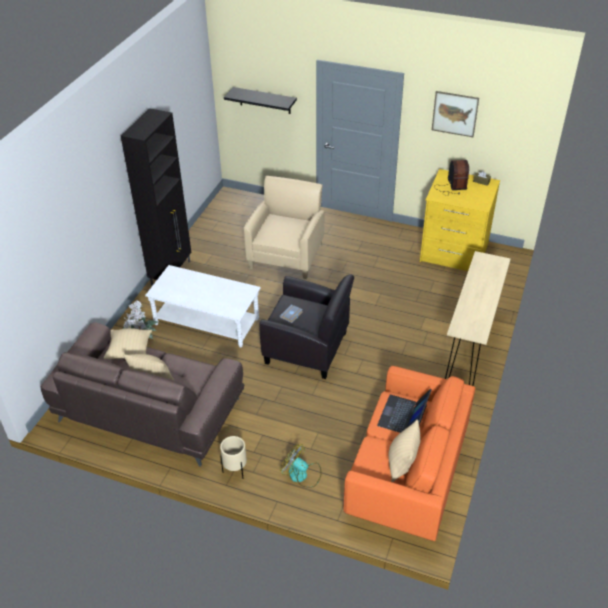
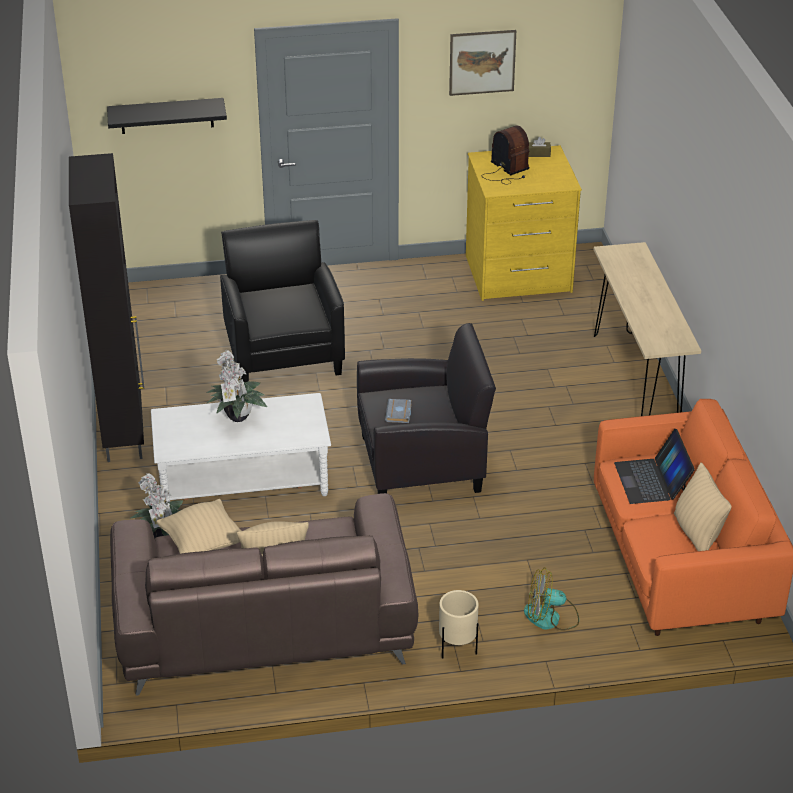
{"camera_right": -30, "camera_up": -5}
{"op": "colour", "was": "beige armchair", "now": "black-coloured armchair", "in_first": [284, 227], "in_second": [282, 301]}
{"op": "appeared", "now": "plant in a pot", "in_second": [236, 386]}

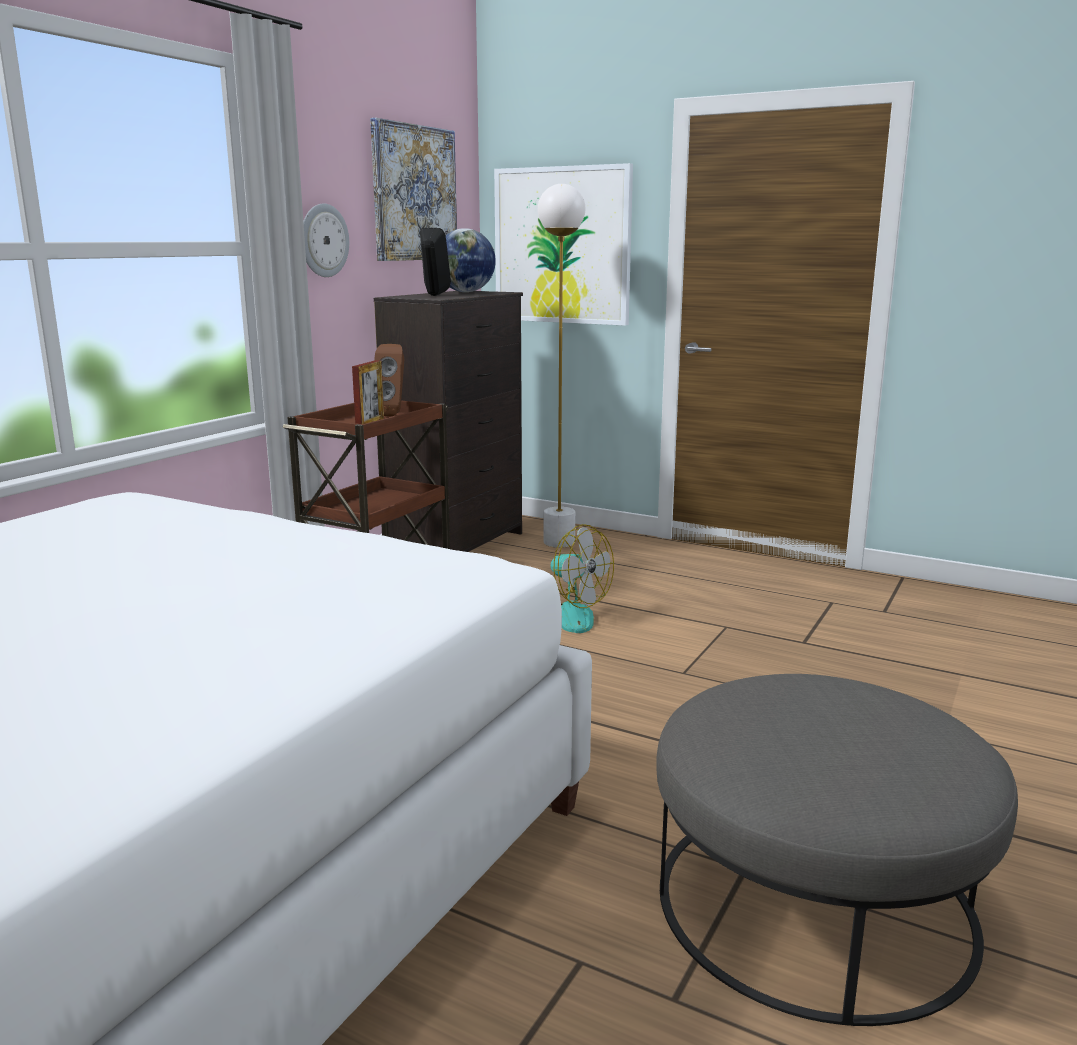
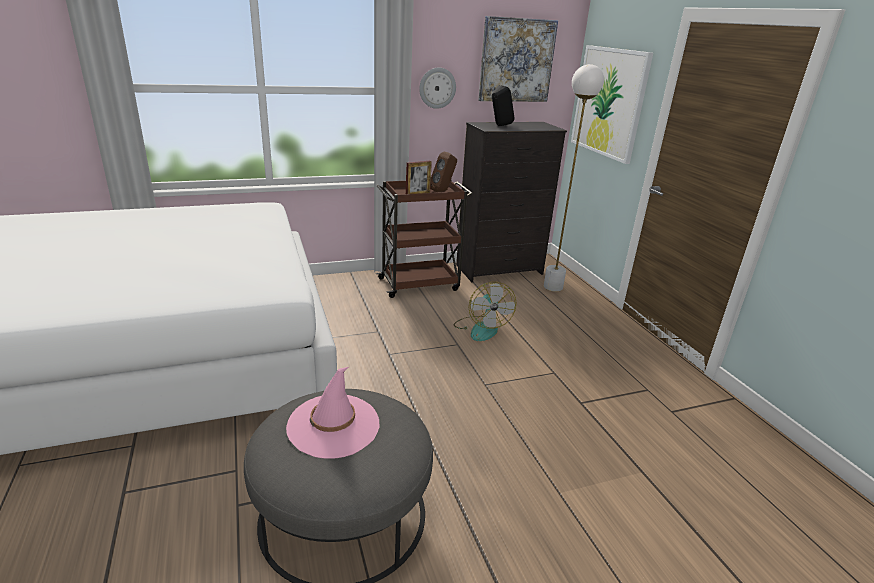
{"camera_right": 40, "camera_up": 10}
{"op": "missing", "was": "globe", "in_first": [471, 260]}
{"op": "appeared", "now": "pink-coloured clothing hat", "in_second": [333, 413]}

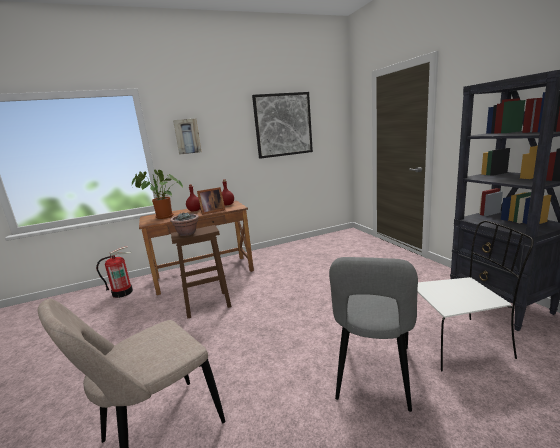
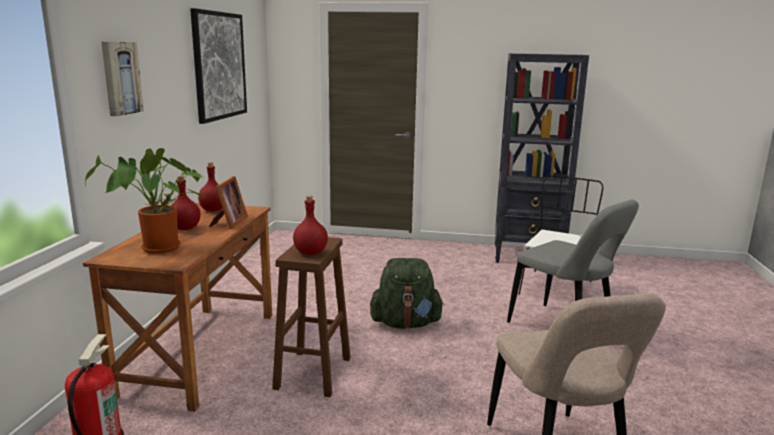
{"camera_right": -60, "camera_up": 0}
{"op": "exchanged", "was": "plant in a pot", "now": "red beverage bottle", "in_first": [184, 224], "in_second": [310, 225]}
{"op": "appeared", "now": "greenish knapsack", "in_second": [407, 293]}

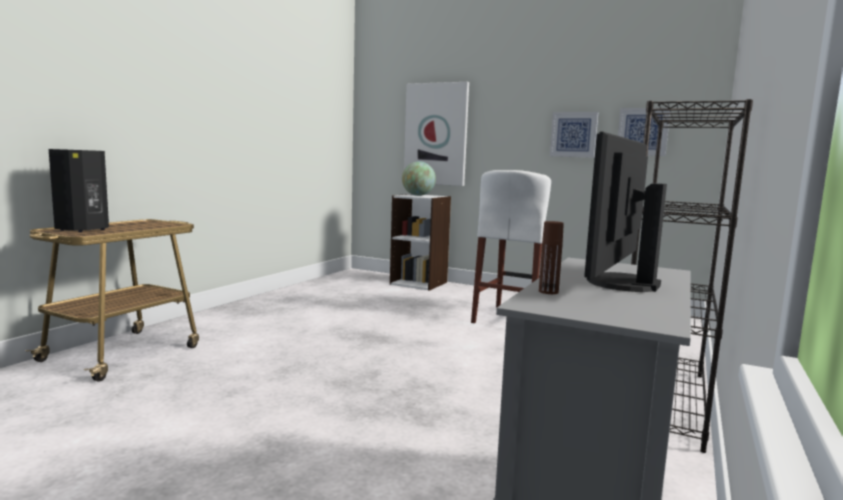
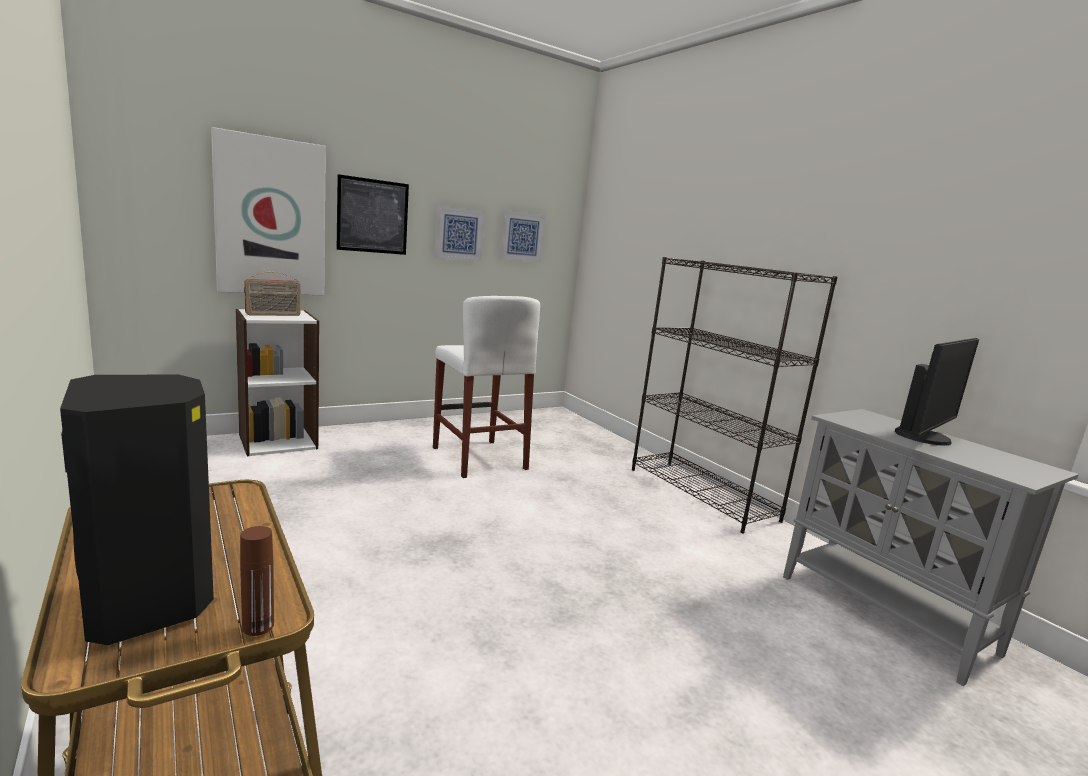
{"camera_right": -60, "camera_up": 5}
{"op": "exchanged", "was": "globe", "now": "radio", "in_first": [419, 178], "in_second": [272, 294]}
{"op": "relocated", "was": "brown-coloured beverage bottle", "in_first": [551, 257], "in_second": [257, 581]}
{"op": "spun", "was": "monitor", "in_first": [625, 212], "in_second": [937, 391], "clockwise": -105}
{"op": "appeared", "now": "wall art", "in_second": [373, 214]}

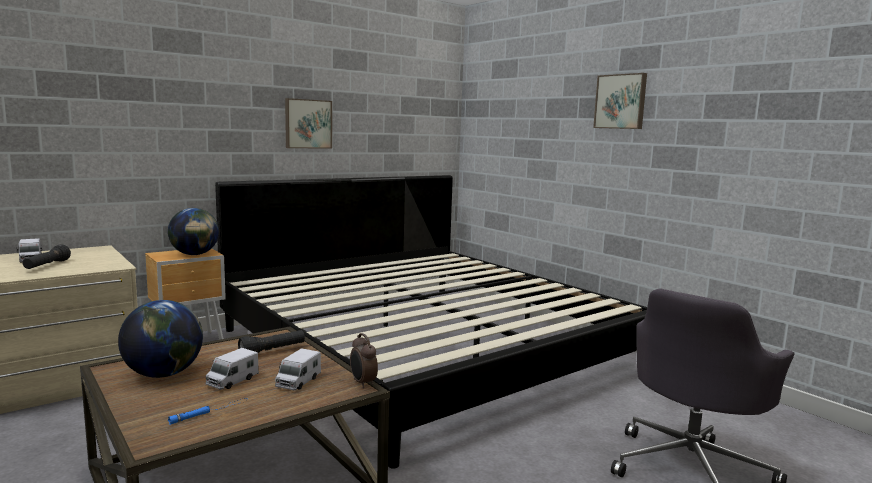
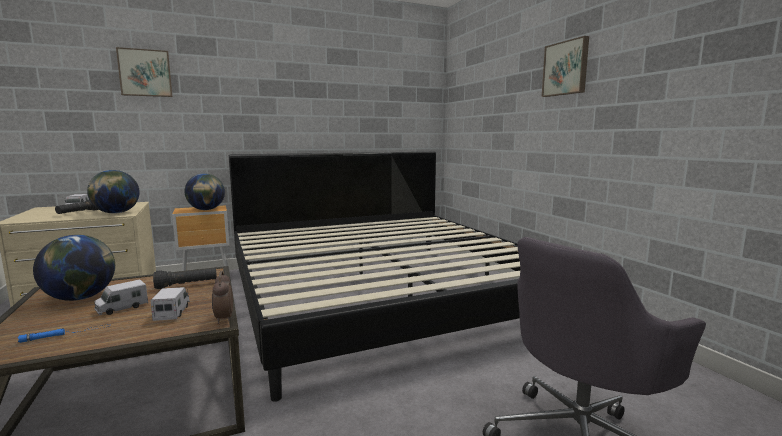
{"camera_right": 15, "camera_up": 0}
{"op": "spun", "was": "model truck", "in_first": [298, 369], "in_second": [170, 304], "clockwise": 135}
{"op": "relocated", "was": "wall art", "in_first": [308, 123], "in_second": [144, 72]}
{"op": "appeared", "now": "globe", "in_second": [113, 192]}

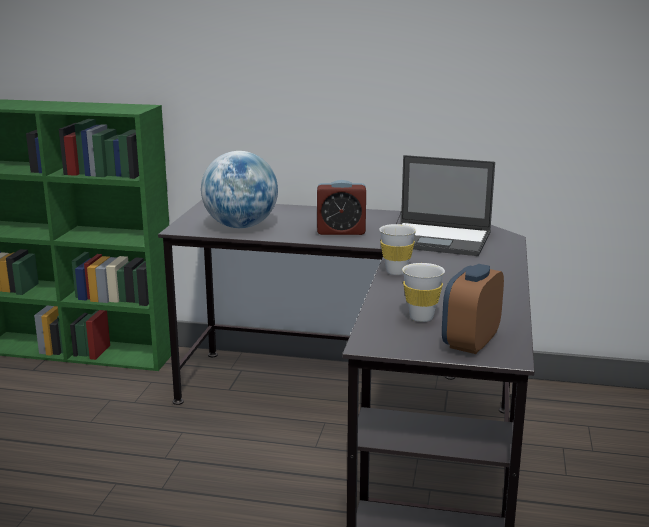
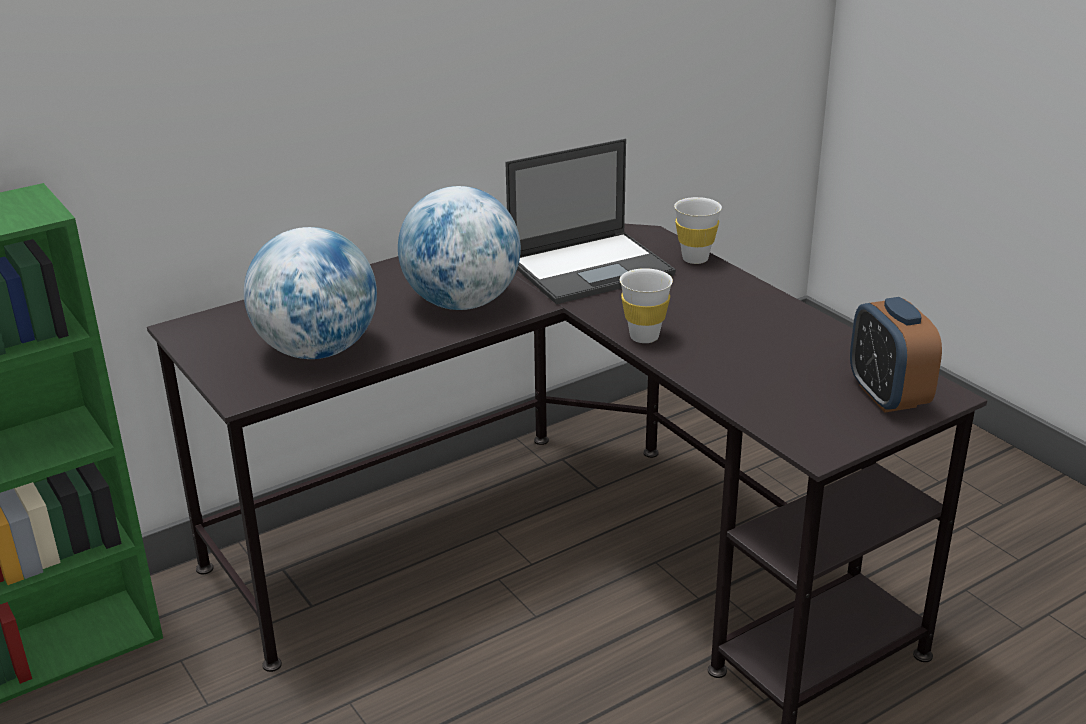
{"camera_right": -45, "camera_up": 10}
{"op": "exchanged", "was": "table clock", "now": "globe", "in_first": [341, 207], "in_second": [459, 248]}
{"op": "relocated", "was": "whitish cup", "in_first": [423, 292], "in_second": [698, 230]}

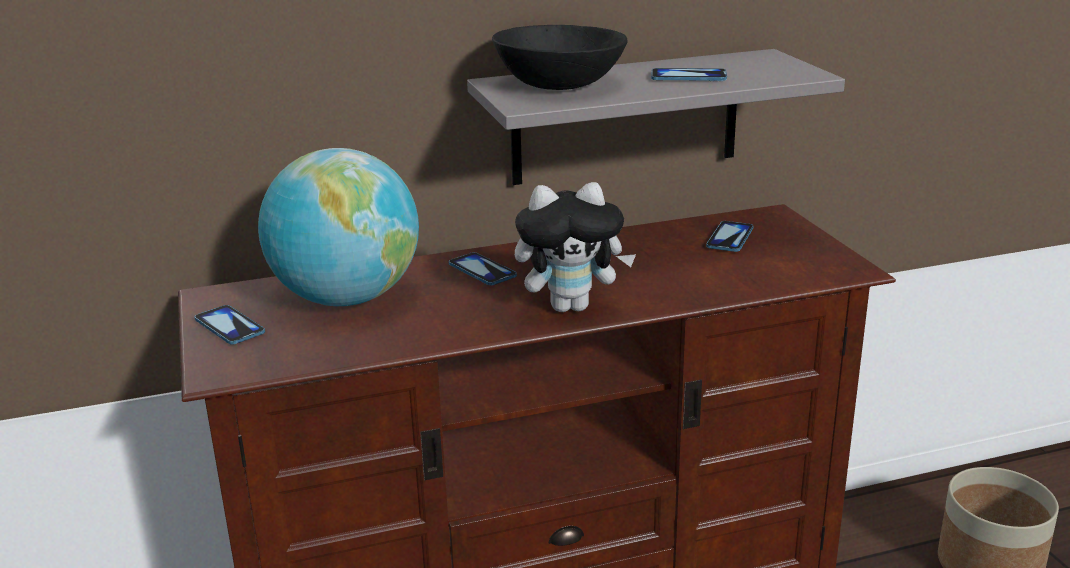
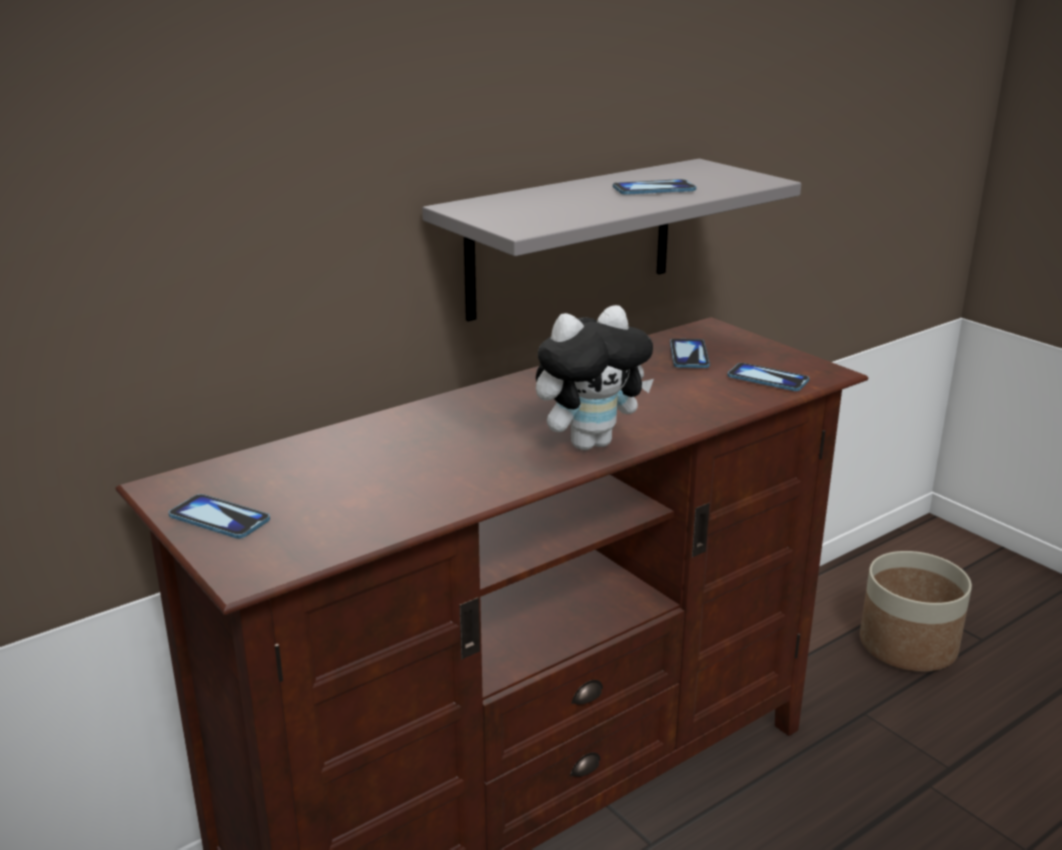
{"camera_right": -20, "camera_up": 0}
{"op": "missing", "was": "globe", "in_first": [338, 227]}
{"op": "relocated", "was": "telephone", "in_first": [483, 268], "in_second": [768, 377]}
{"op": "missing", "was": "black-coloured serving bowl", "in_first": [560, 57]}

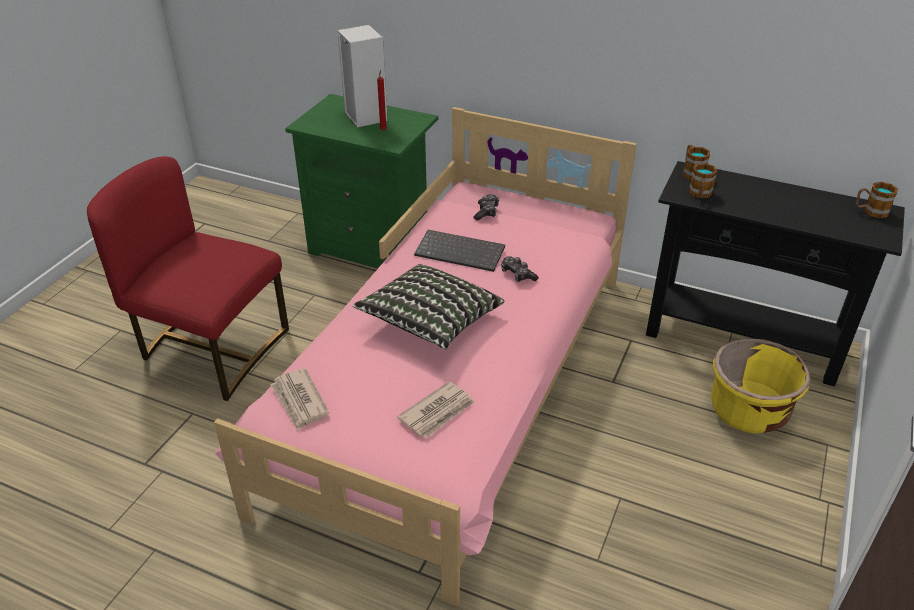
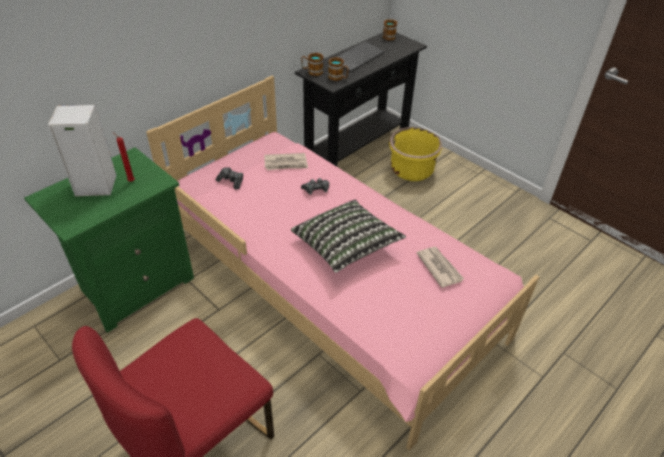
{"camera_right": -70, "camera_up": 5}
{"op": "relocated", "was": "printed paper", "in_first": [299, 399], "in_second": [286, 161]}
{"op": "relocated", "was": "keyboard", "in_first": [459, 251], "in_second": [360, 56]}

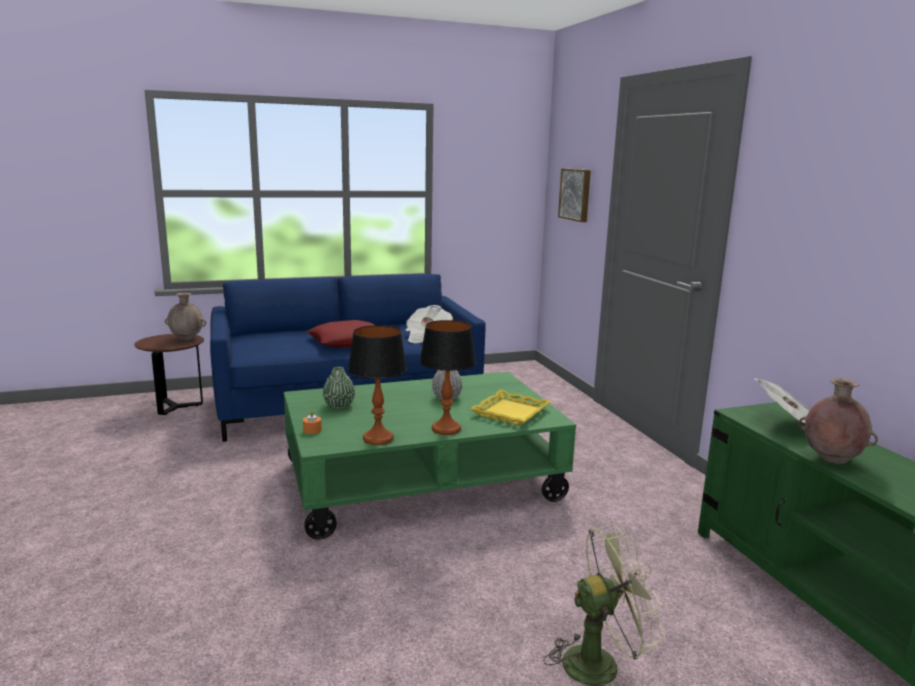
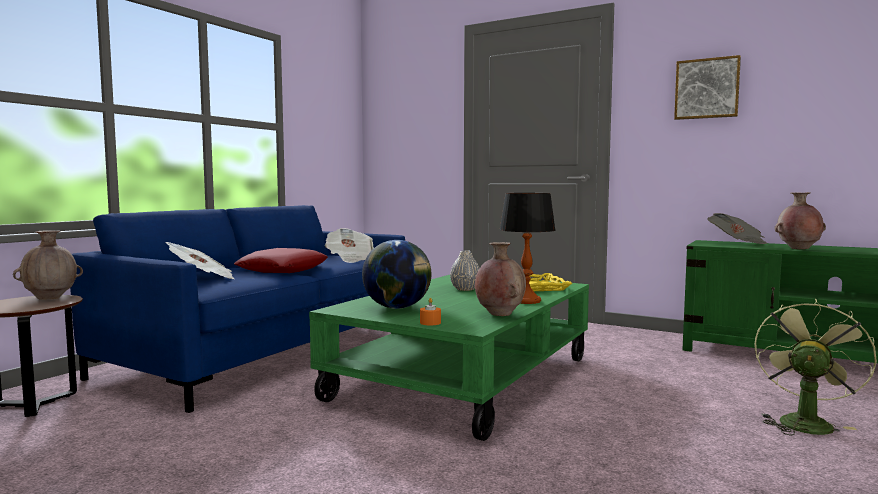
{"camera_right": -40, "camera_up": -10}
{"op": "exchanged", "was": "greenish decorative vase", "now": "globe", "in_first": [339, 388], "in_second": [396, 274]}
{"op": "exchanged", "was": "table lamp", "now": "brown-coloured decorative vase", "in_first": [377, 385], "in_second": [500, 279]}
{"op": "relocated", "was": "wall art", "in_first": [574, 195], "in_second": [707, 87]}
{"op": "appeared", "now": "printed paper", "in_second": [200, 260]}

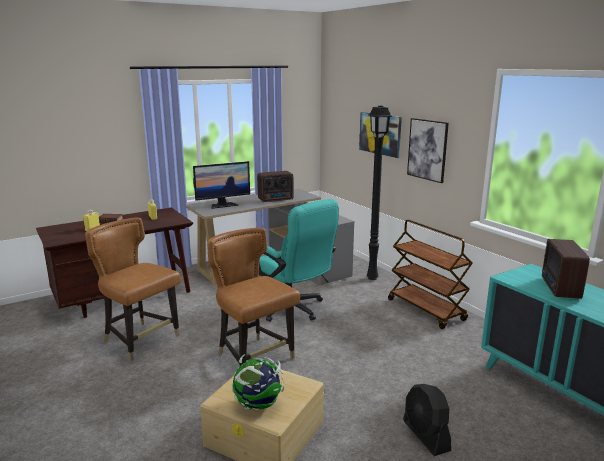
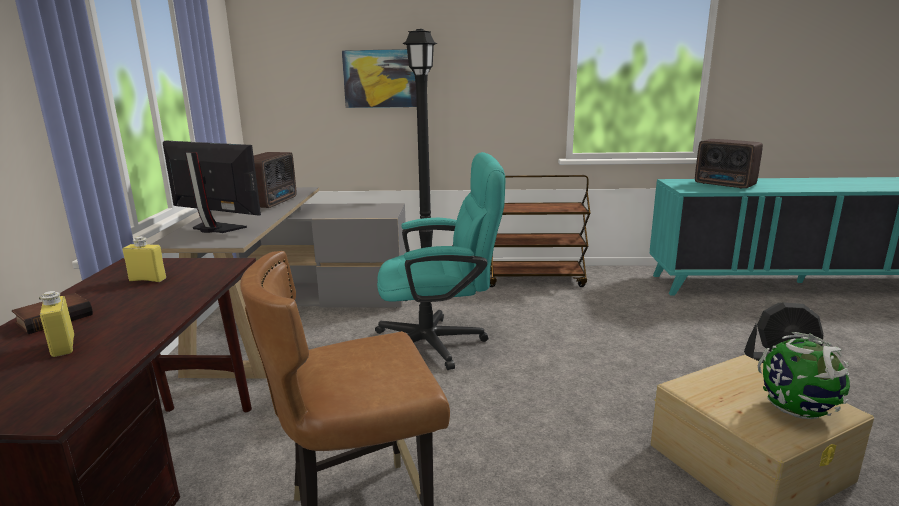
{"camera_right": -55, "camera_up": 0}
{"op": "spun", "was": "monitor", "in_first": [221, 185], "in_second": [212, 187], "clockwise": -75}
{"op": "missing", "was": "brown-coloured plain chair", "in_first": [253, 297]}
{"op": "missing", "was": "wall art", "in_first": [428, 150]}

